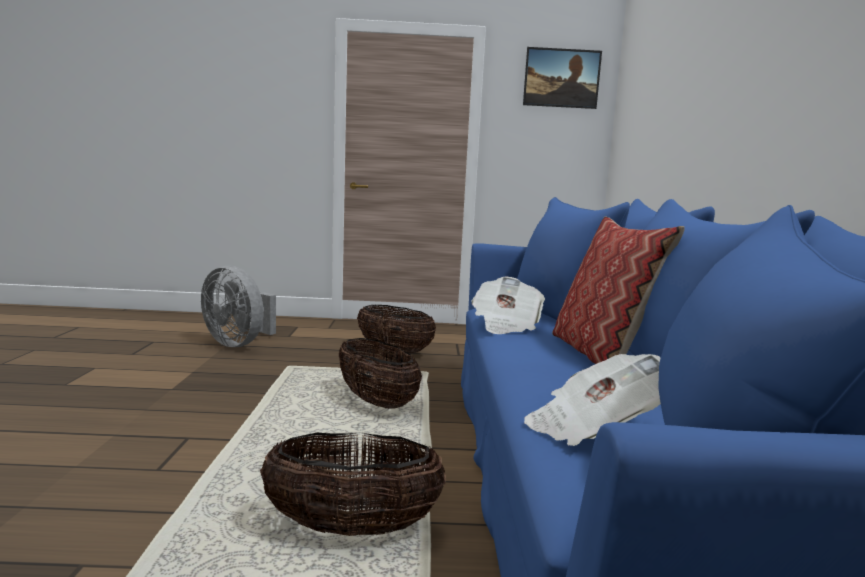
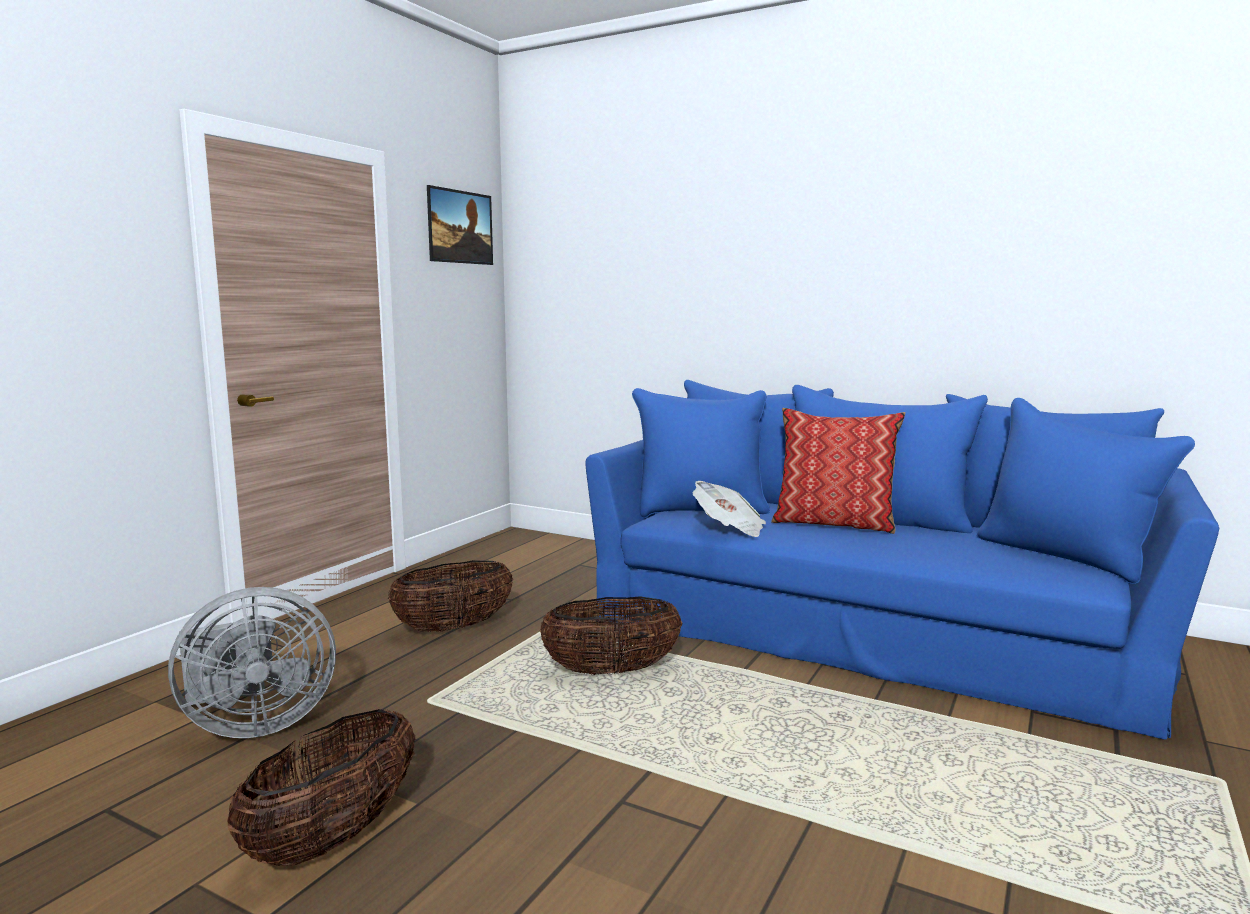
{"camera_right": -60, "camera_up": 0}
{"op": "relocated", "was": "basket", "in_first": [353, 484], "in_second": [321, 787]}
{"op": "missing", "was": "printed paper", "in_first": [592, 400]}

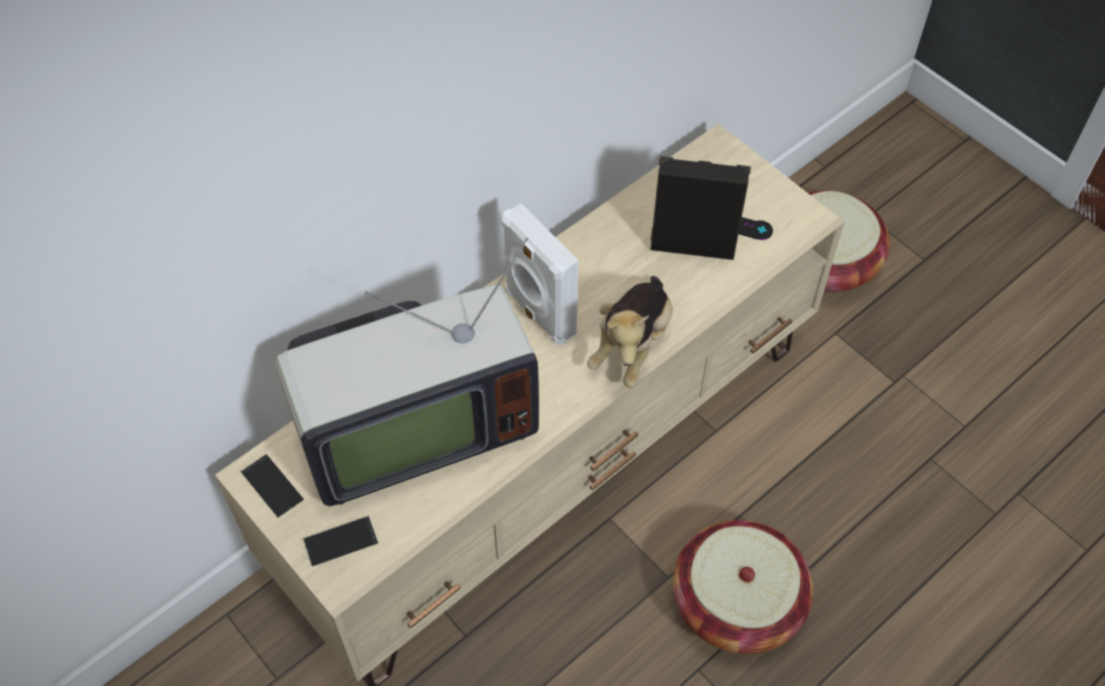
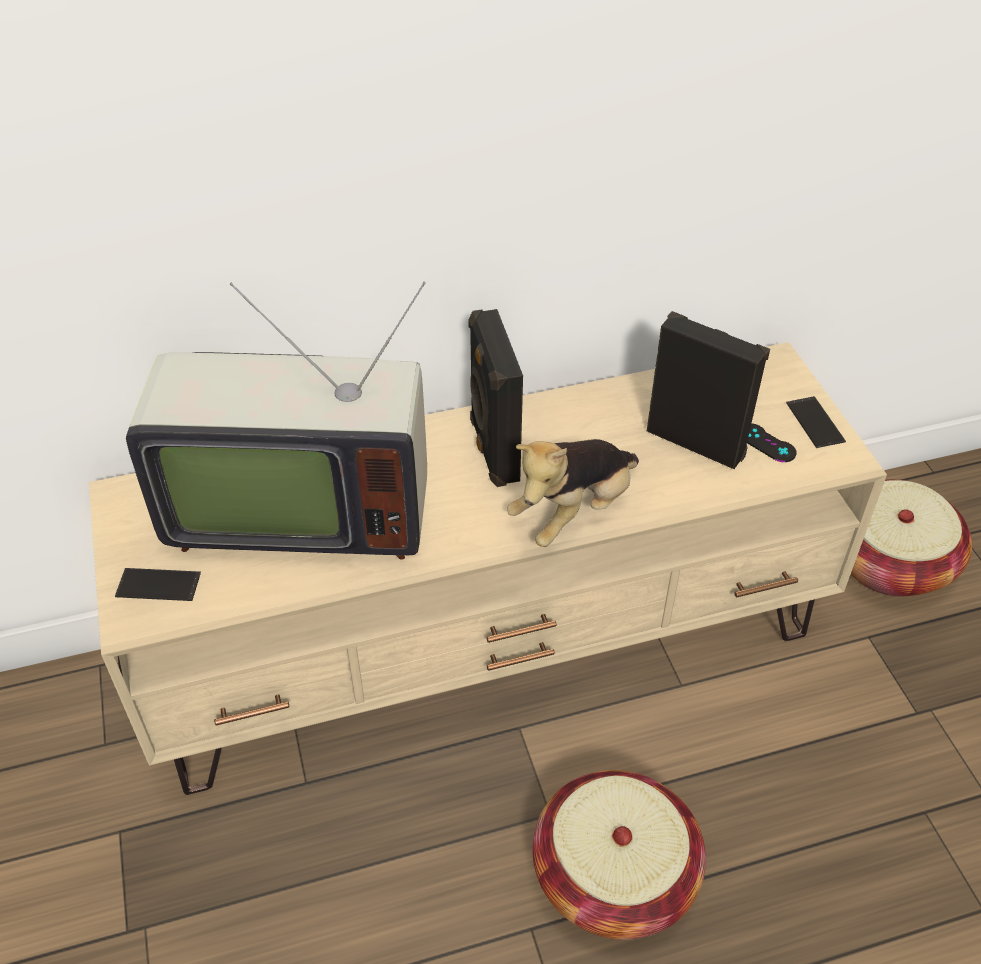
{"camera_right": 25, "camera_up": -10}
{"op": "relocated", "was": "telephone", "in_first": [272, 486], "in_second": [816, 422]}
{"op": "colour", "was": "whitish speaker", "now": "black-coloured speaker", "in_first": [540, 275], "in_second": [495, 398]}

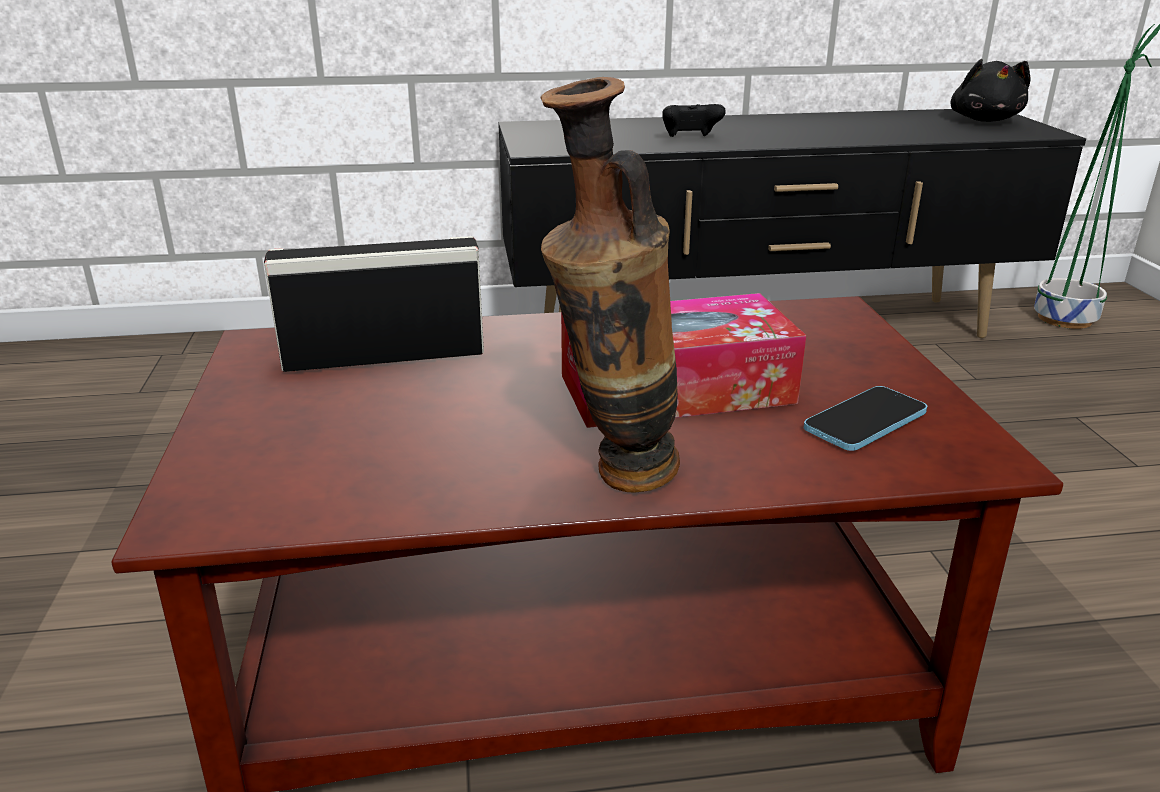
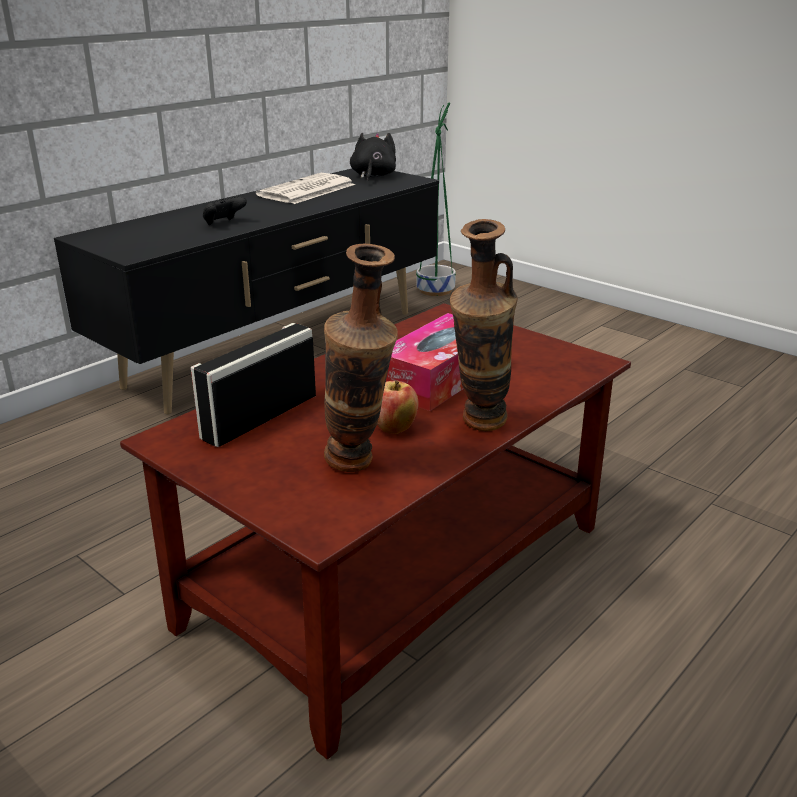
{"camera_right": -40, "camera_up": 0}
{"op": "missing", "was": "telephone", "in_first": [865, 418]}
{"op": "spun", "was": "black-coloured cuddly toy", "in_first": [991, 90], "in_second": [373, 157], "clockwise": -135}
{"op": "appeared", "now": "printed paper", "in_second": [305, 188]}
{"op": "appeared", "now": "decorative vase", "in_second": [361, 358]}
{"op": "appeared", "now": "whole apple", "in_second": [398, 407]}

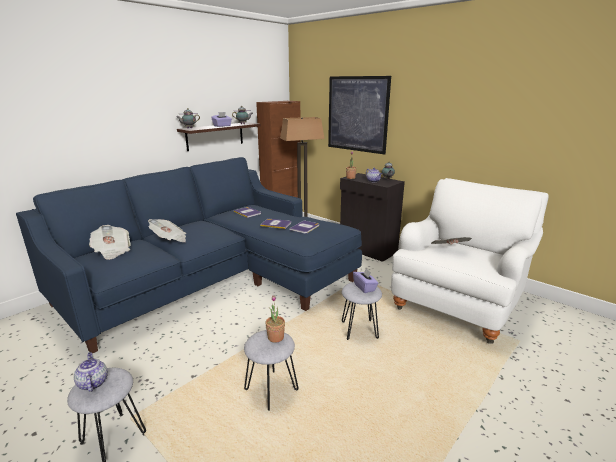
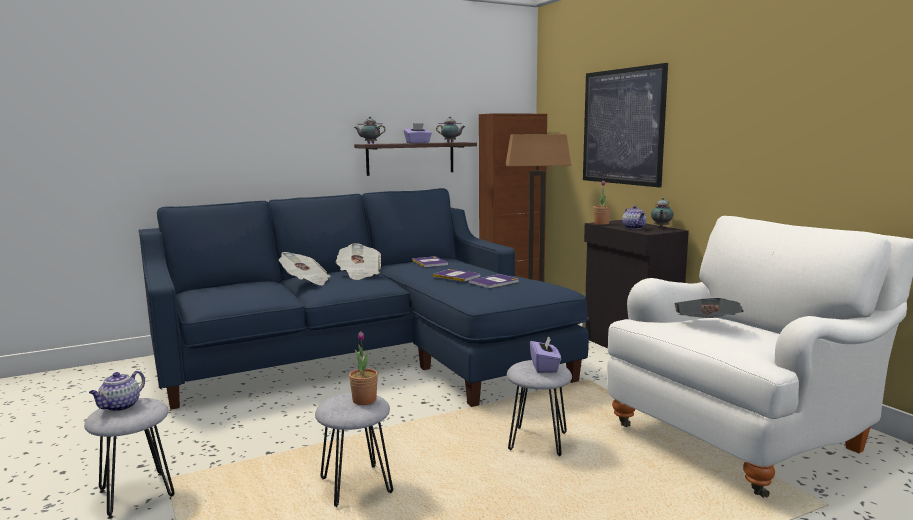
{"camera_right": 20, "camera_up": -10}
{"op": "spun", "was": "teapot", "in_first": [91, 372], "in_second": [117, 391], "clockwise": -150}
{"op": "relocated", "was": "printed paper", "in_first": [109, 242], "in_second": [358, 261]}

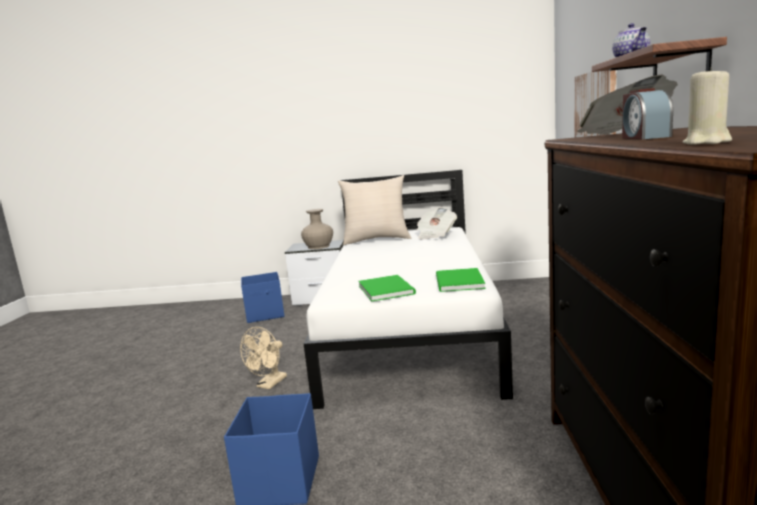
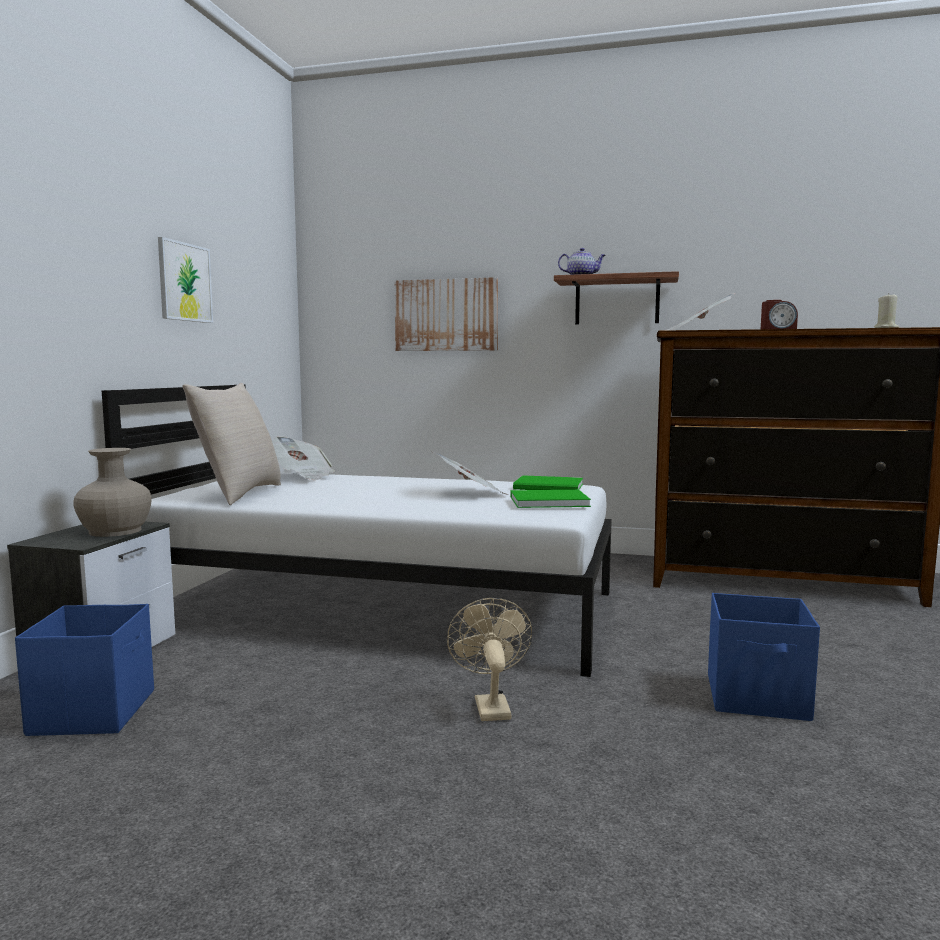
{"camera_right": -80, "camera_up": -5}
{"op": "spun", "was": "beige electric fan", "in_first": [263, 358], "in_second": [489, 659], "clockwise": -135}
{"op": "appeared", "now": "wall art", "in_second": [185, 280]}
{"op": "appeared", "now": "printed paper", "in_second": [471, 473]}

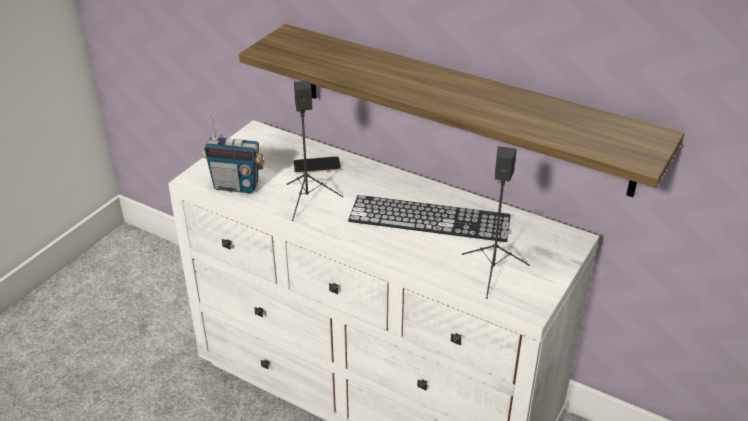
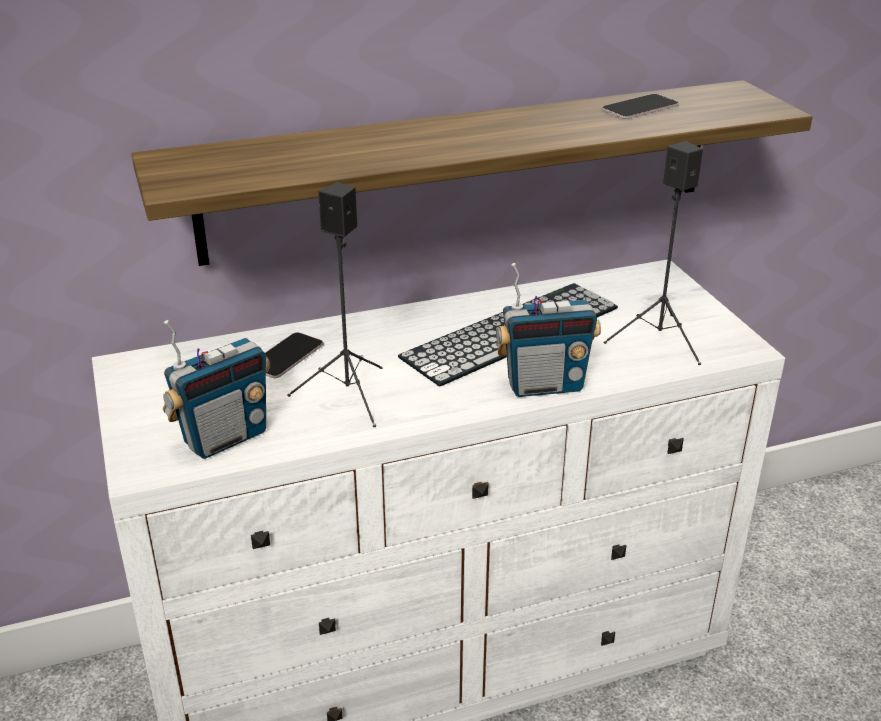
{"camera_right": -50, "camera_up": -5}
{"op": "appeared", "now": "radio", "in_second": [548, 330]}
{"op": "appeared", "now": "telephone", "in_second": [640, 106]}

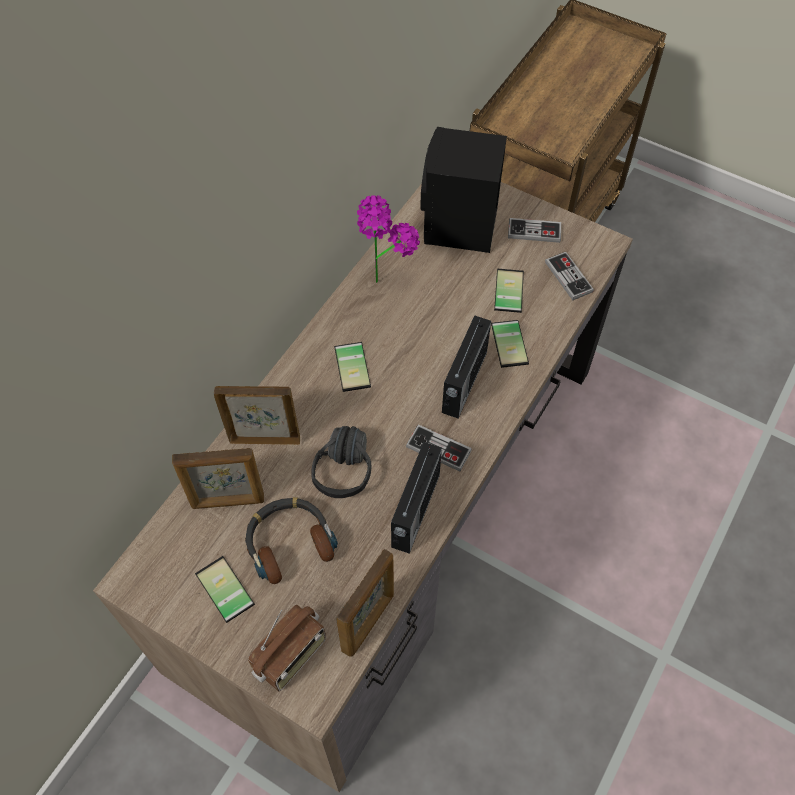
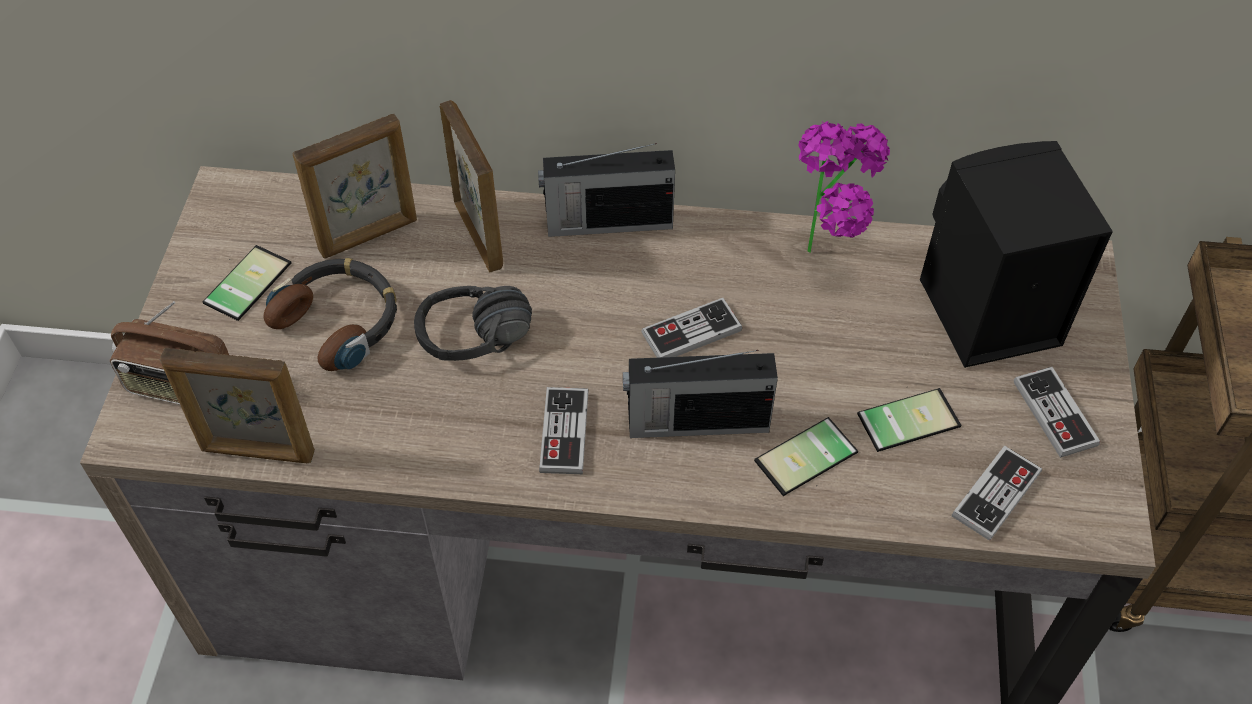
{"camera_right": 65, "camera_up": -5}
{"op": "spun", "was": "picture frame", "in_first": [218, 478], "in_second": [354, 186], "clockwise": -90}
{"op": "missing", "was": "telephone", "in_first": [352, 367]}
{"op": "relocated", "was": "radio", "in_first": [416, 498], "in_second": [606, 190]}
{"op": "appeared", "now": "game controller", "in_second": [691, 328]}

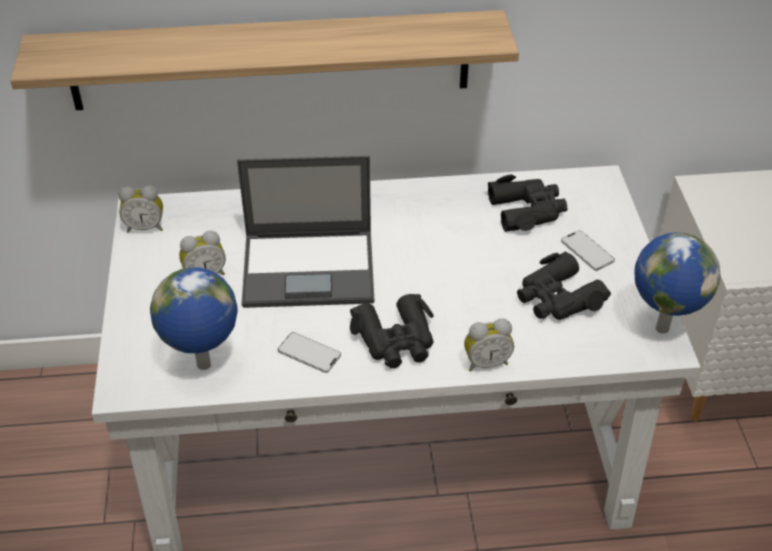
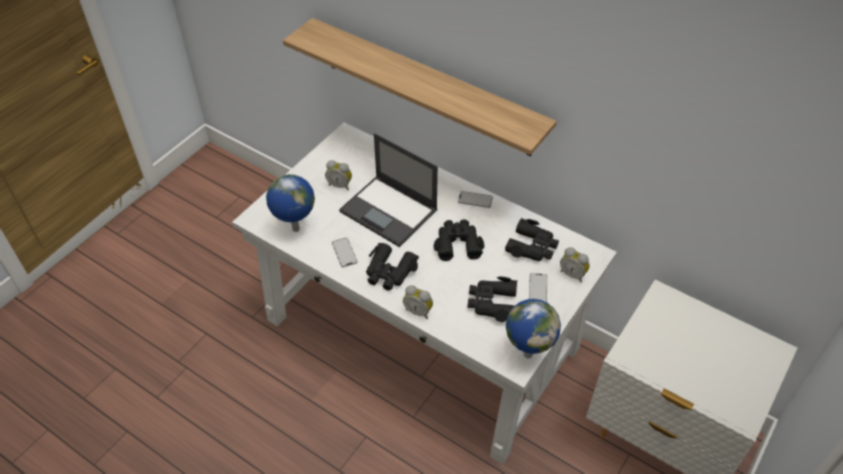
{"camera_right": 40, "camera_up": 5}
{"op": "relocated", "was": "table clock", "in_first": [141, 209], "in_second": [575, 264]}
{"op": "appeared", "now": "black-coloured pair of binoculars", "in_second": [458, 240]}
{"op": "appeared", "now": "telephone", "in_second": [475, 199]}

